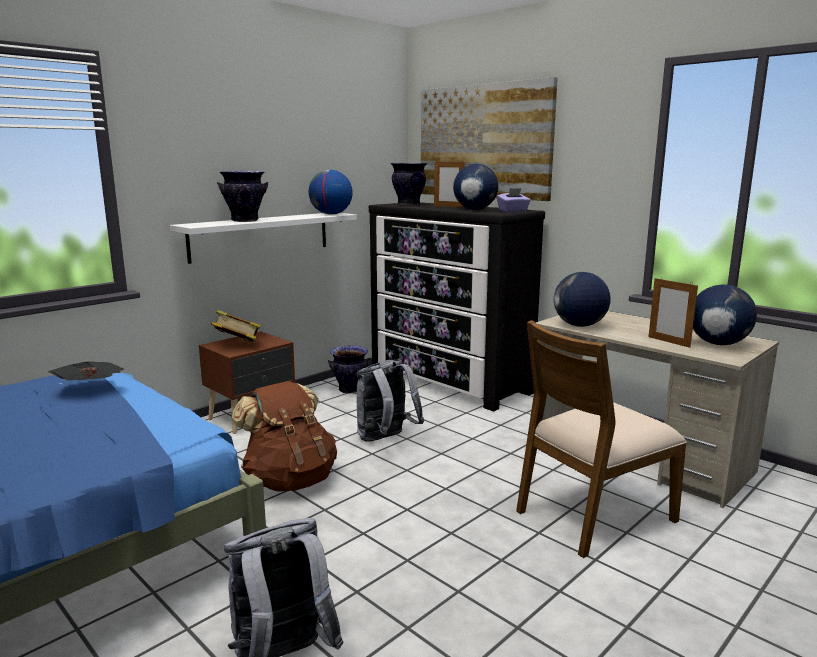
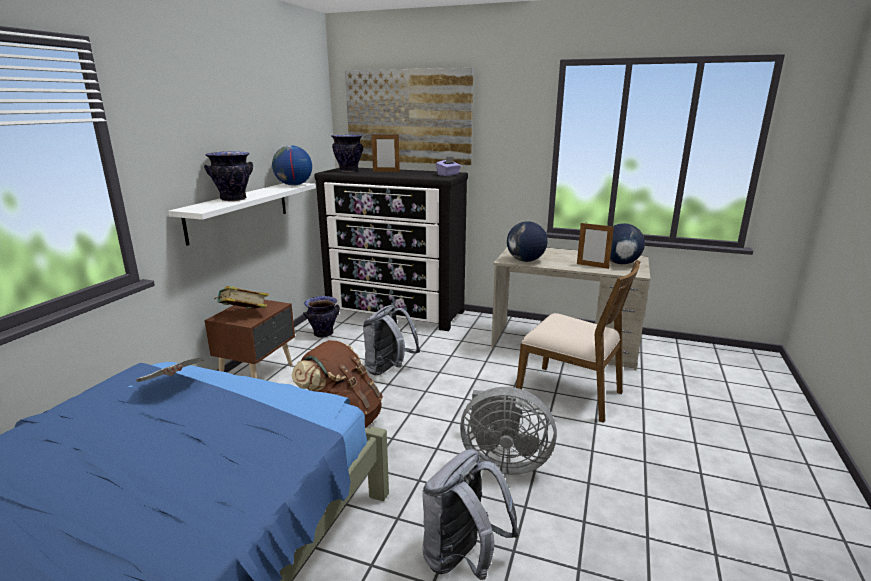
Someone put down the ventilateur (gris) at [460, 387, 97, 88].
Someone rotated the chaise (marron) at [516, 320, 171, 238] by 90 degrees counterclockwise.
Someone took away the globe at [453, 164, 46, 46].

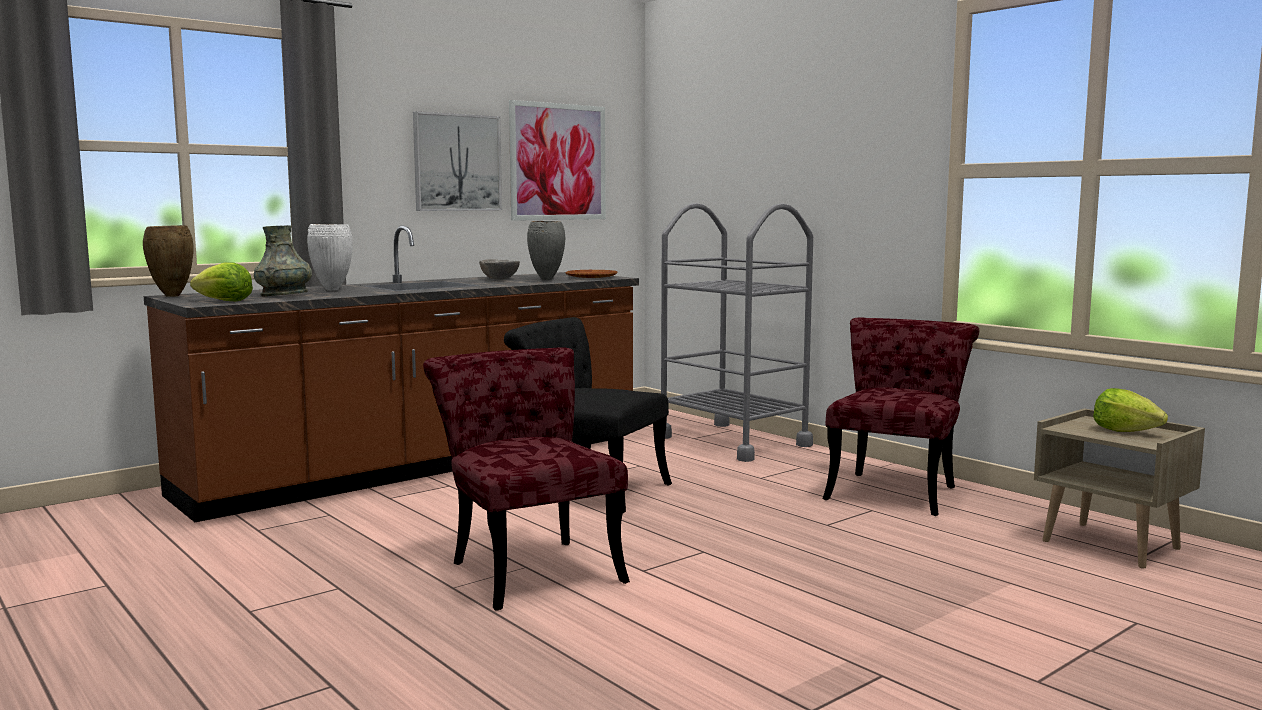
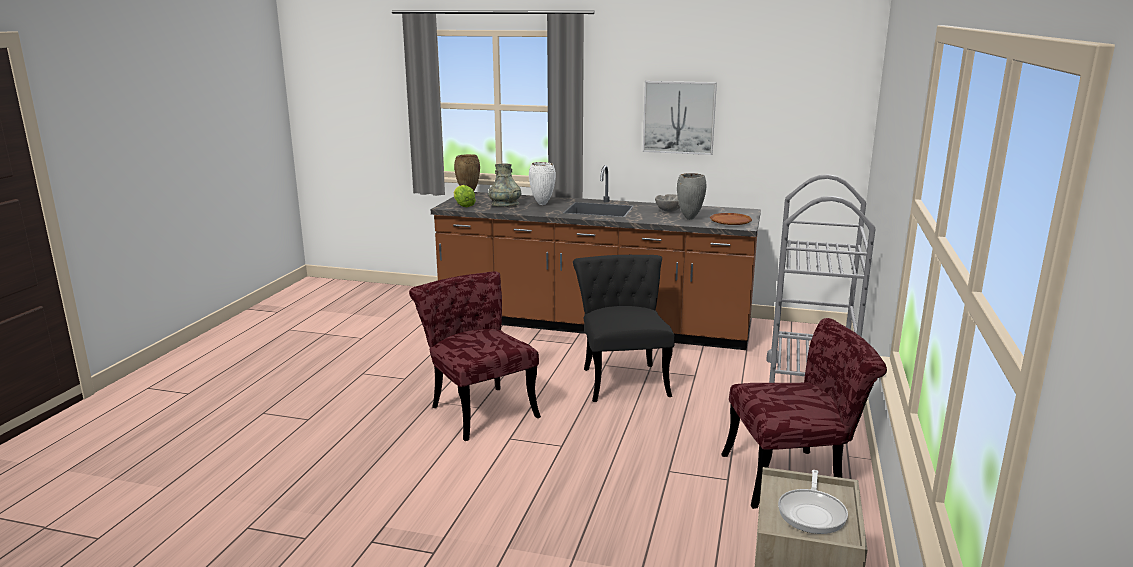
Someone rotated the chaise (rouge) at [423, 348, 207, 263] by 60 degrees counterclockwise.
Someone swapped the laitue at [1093, 388, 75, 44] for the poêle at [778, 470, 70, 64].
Someone took away the tableau at [509, 100, 96, 121].

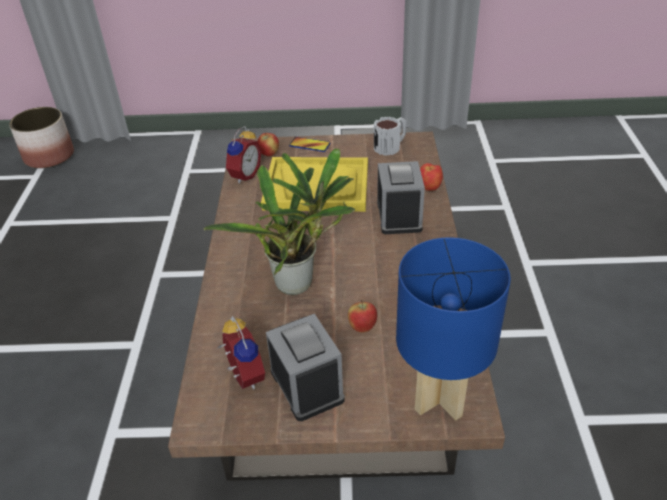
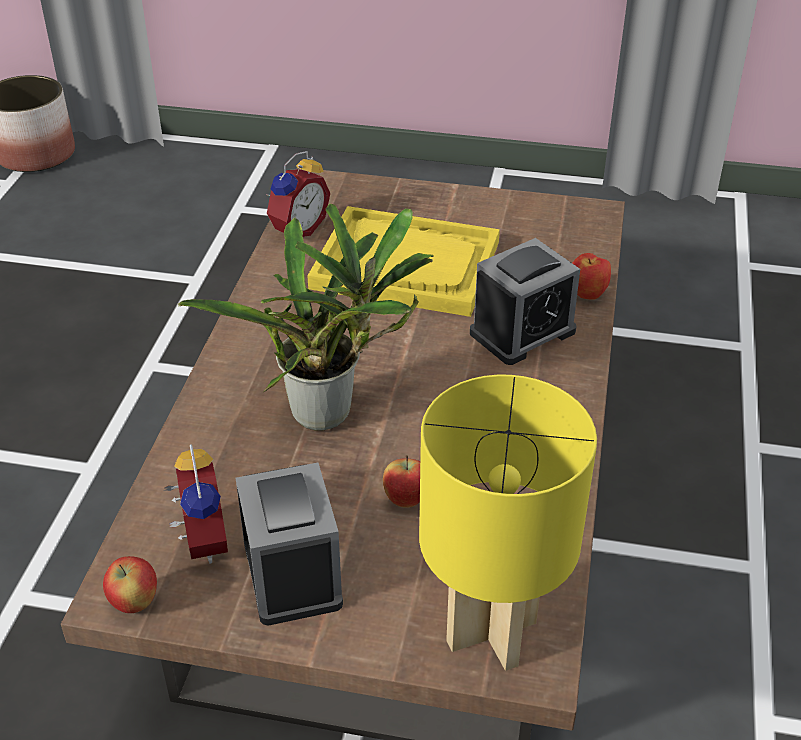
Someone carried the pomme from [257, 133, 22, 23] to [103, 556, 54, 57].
Someone repainted the lampe de table (bleu) at [396, 237, 115, 183], which became the lampe de table (jaune) at [419, 375, 178, 296].
Someone rotated the réveil at [377, 161, 48, 73] by 45 degrees clockwise.
Someone took away the téléphone at [289, 137, 41, 15].
Someone took away the mug at [374, 117, 32, 39].

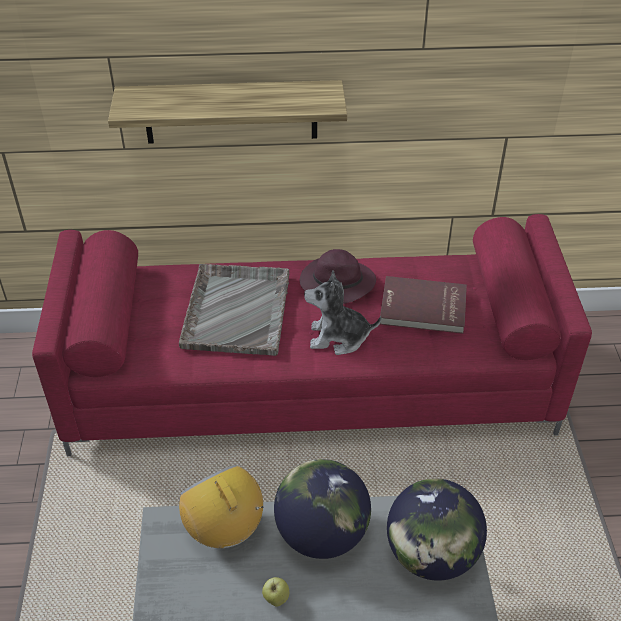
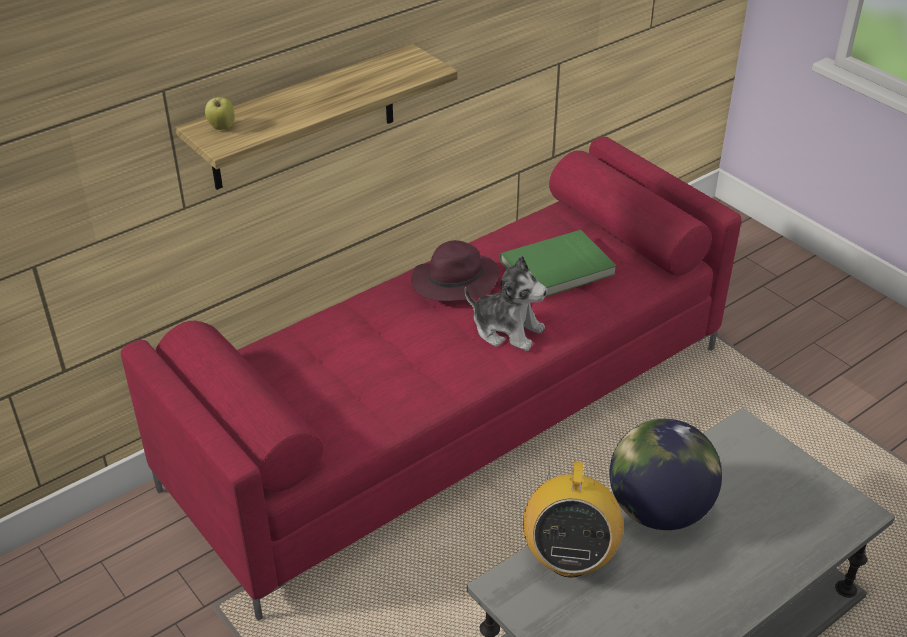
Someone carried the pomme from [262, 577, 27, 30] to [205, 97, 30, 33].
Someone rotated the peluche at [304, 270, 77, 85] by 120 degrees counterclockwise.
Someone repainted the livre (rouge) at [380, 276, 87, 58], which became the livre (vert) at [500, 230, 116, 67].
Someone rotated the radio at [179, 464, 84, 84] by 105 degrees counterclockwise.
Someone took away the plateau (gris) at [179, 264, 110, 92].
Someone took away the globe at [387, 478, 100, 103].

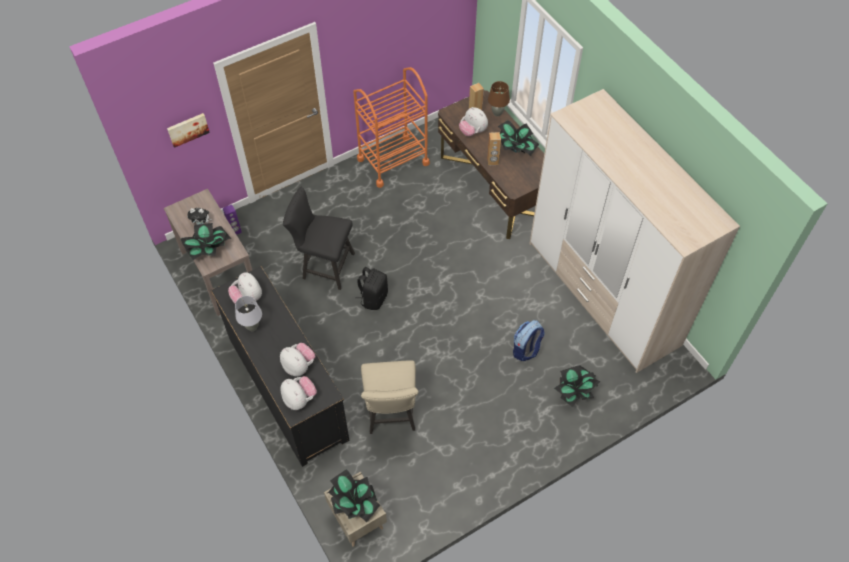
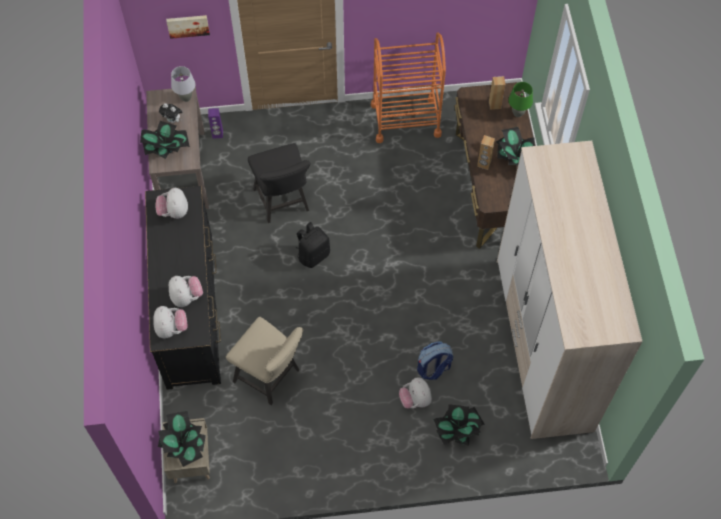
Someone carried the lampe de table (gris) from [235, 296, 27, 35] to [171, 66, 25, 36].
Someone rotated the chaise (beige) at [361, 360, 57, 74] by 75 degrees counterclockwise.
Someone rotated the chaise (noir) at [283, 187, 72, 103] by 150 degrees counterclockwise.
Someone carried the peluche from [459, 107, 29, 29] to [399, 377, 33, 31].
Someone repainted the lampe de table (marron) at [488, 81, 22, 35], which became the lampe de table (vert) at [508, 82, 25, 35].

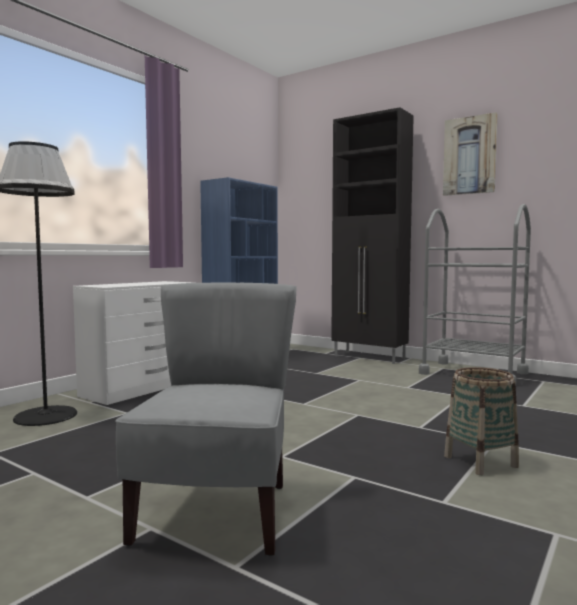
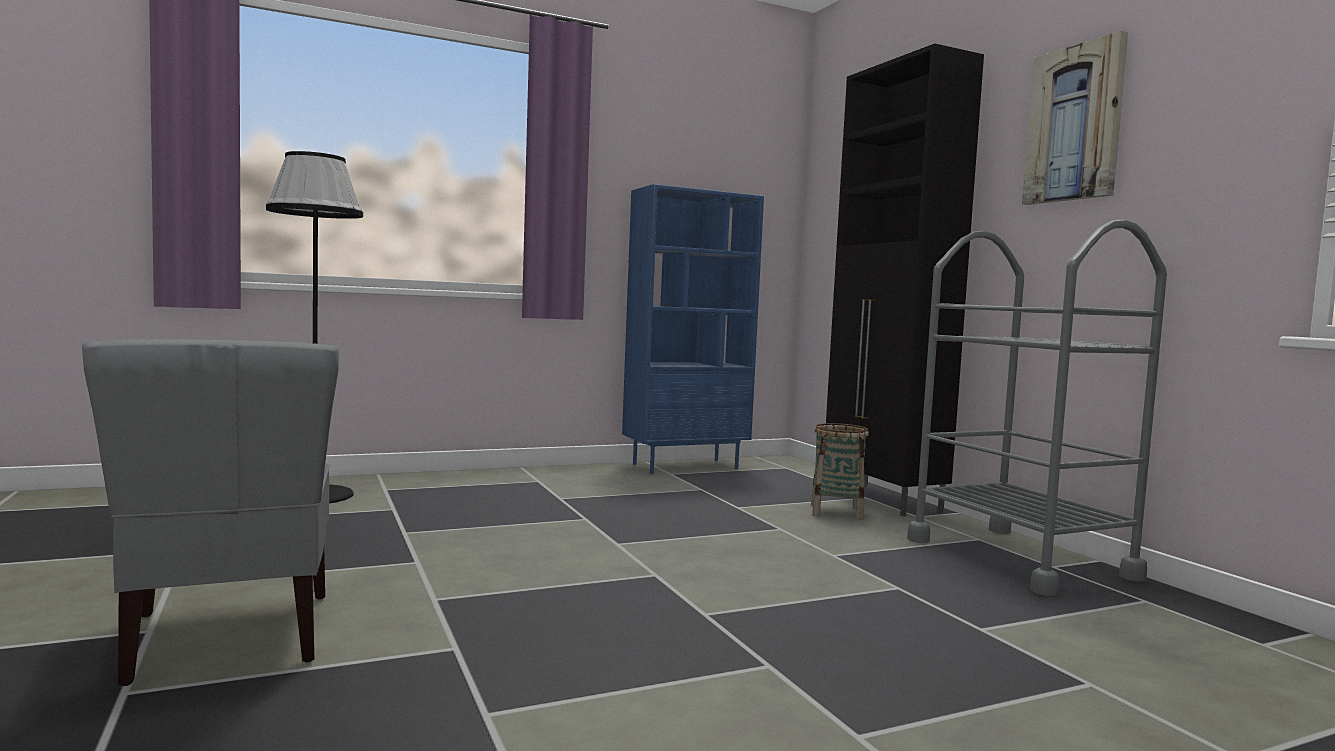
Someone rotated the chaise (gris) at [115, 282, 182, 274] by 120 degrees clockwise.
Someone carried the panier from [444, 367, 75, 108] to [811, 423, 58, 97].
Someone took away the commode (blanc) at [73, 281, 122, 124].

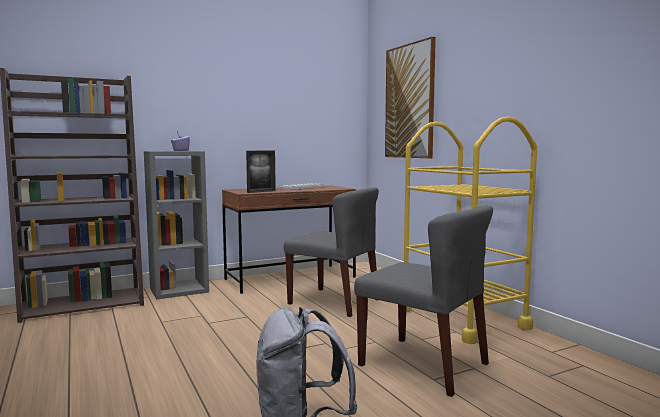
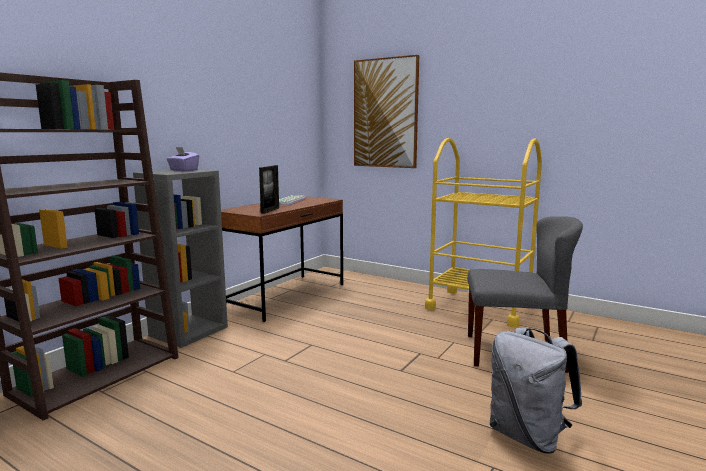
Someone took away the chaise (gris) at [284, 187, 95, 130].

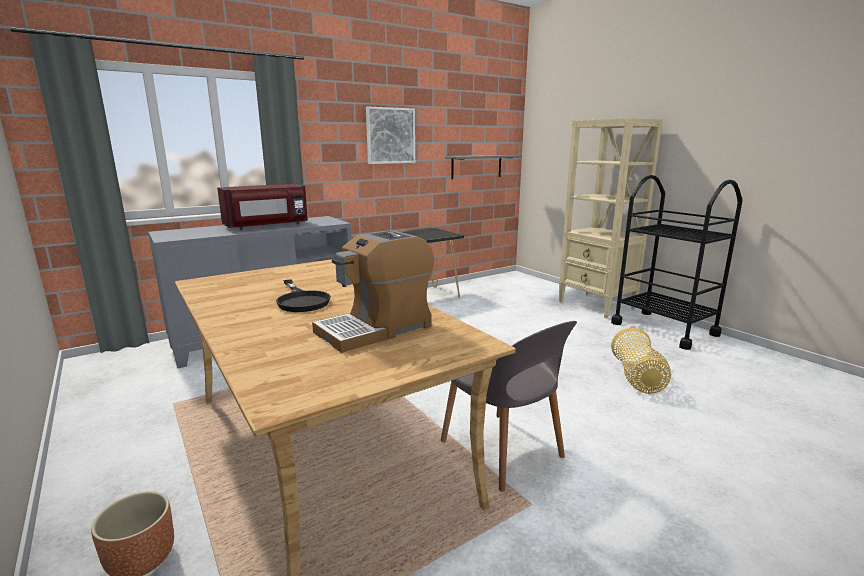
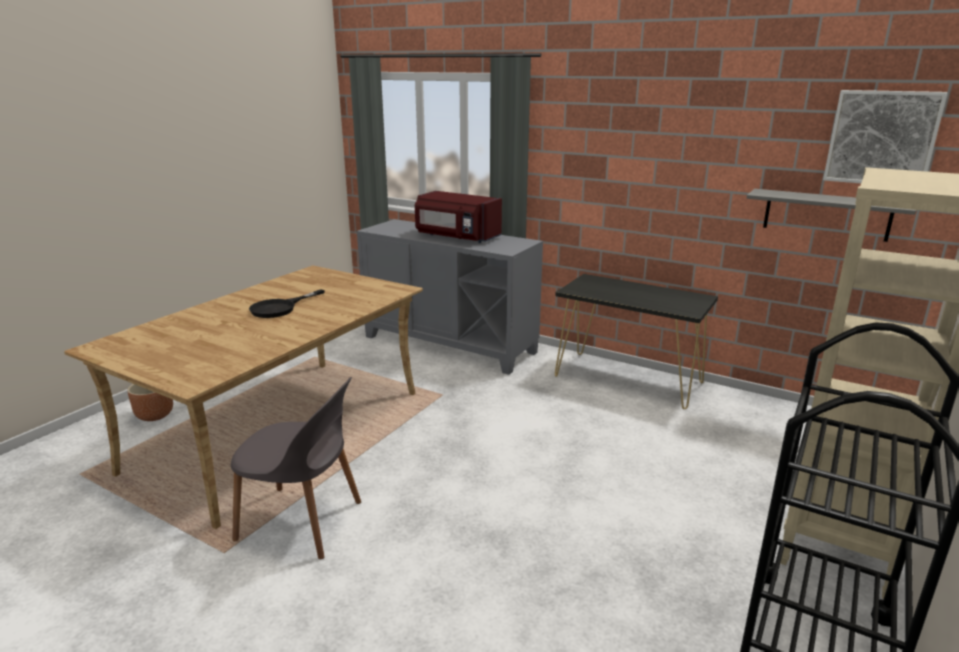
Someone rotated the chaise (gris) at [441, 321, 136, 171] by 105 degrees counterclockwise.
Someone carried the tableau from [366, 107, 49, 57] to [823, 90, 125, 93].
Someone took away the machine à café at [312, 230, 122, 123].
Someone took away the panier at [611, 328, 60, 66].

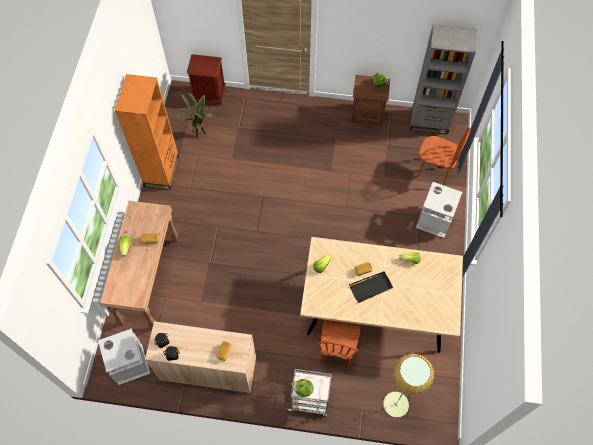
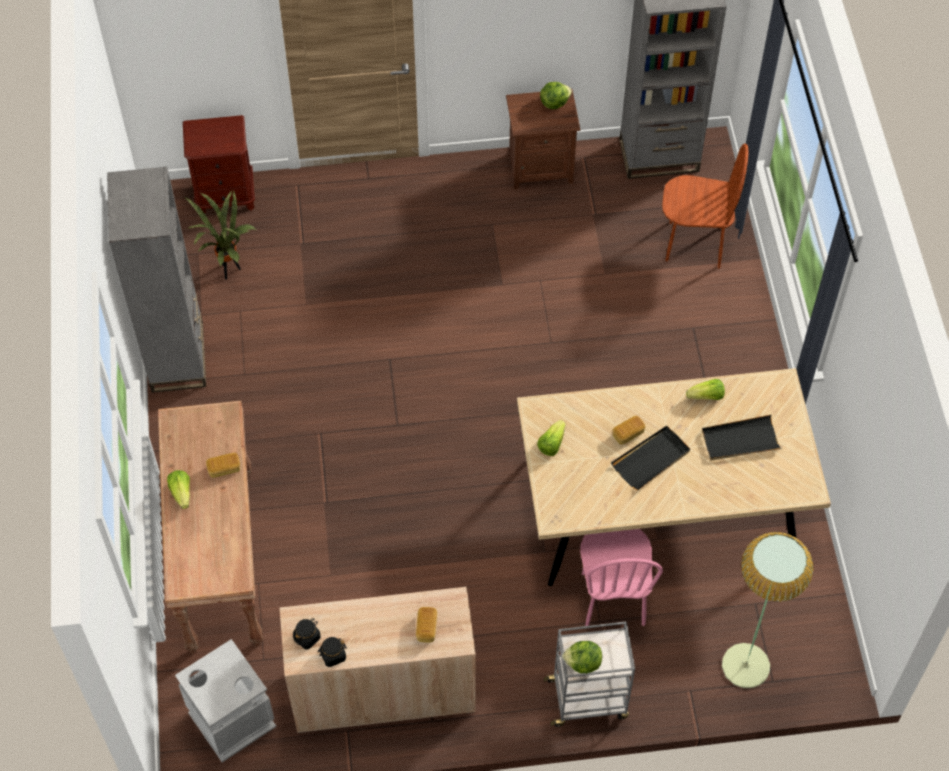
Someone repainted the bibliothèque (orange) at [115, 74, 64, 116], which became the bibliothèque (gris) at [107, 167, 99, 226].
Someone repainted the chaise (marron) at [318, 320, 42, 49], which became the chaise (rose) at [580, 529, 83, 97].
Someone put down the plateau (noir) at [702, 415, 80, 46].
Someone took away the poubelle (gris) at [416, 182, 46, 56].

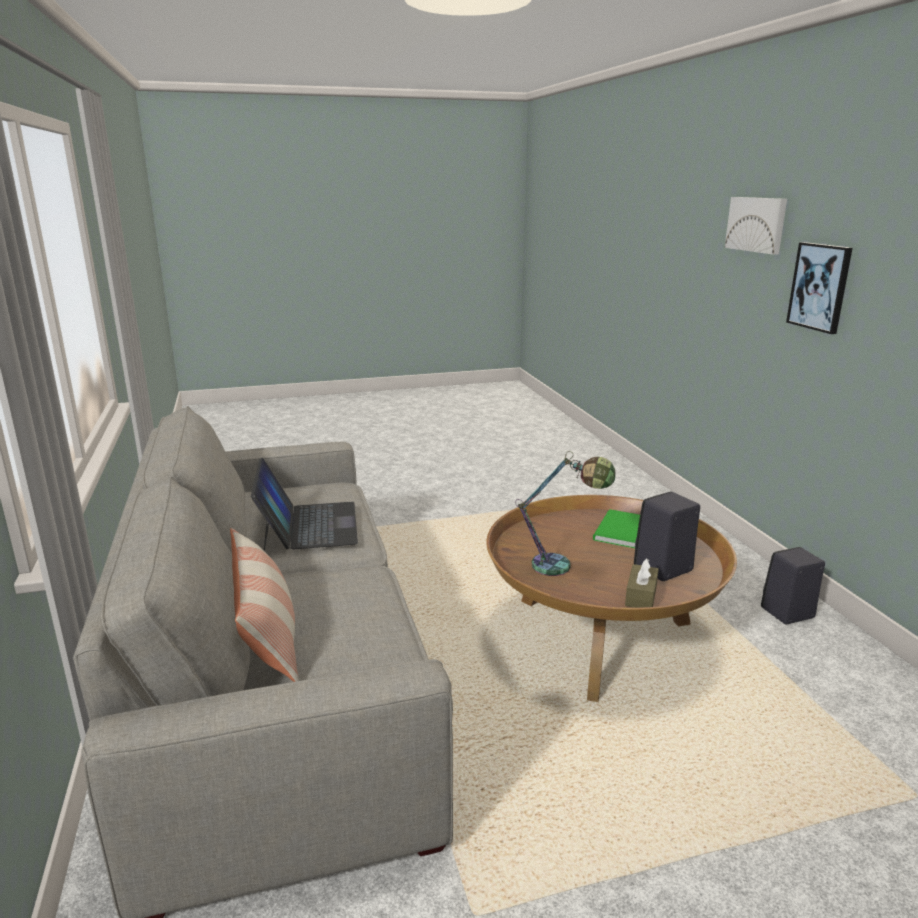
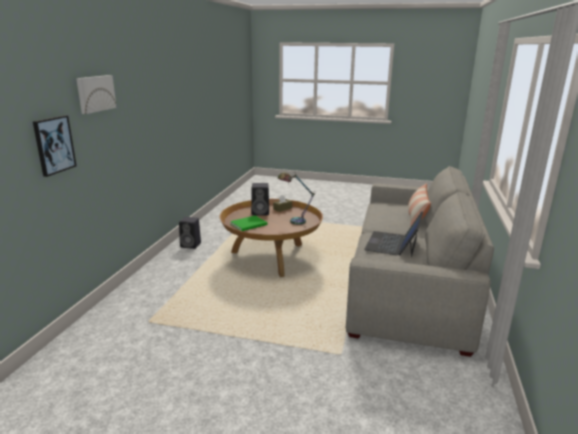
Someone carried the tableau from [786, 242, 67, 92] to [33, 115, 44, 62].

